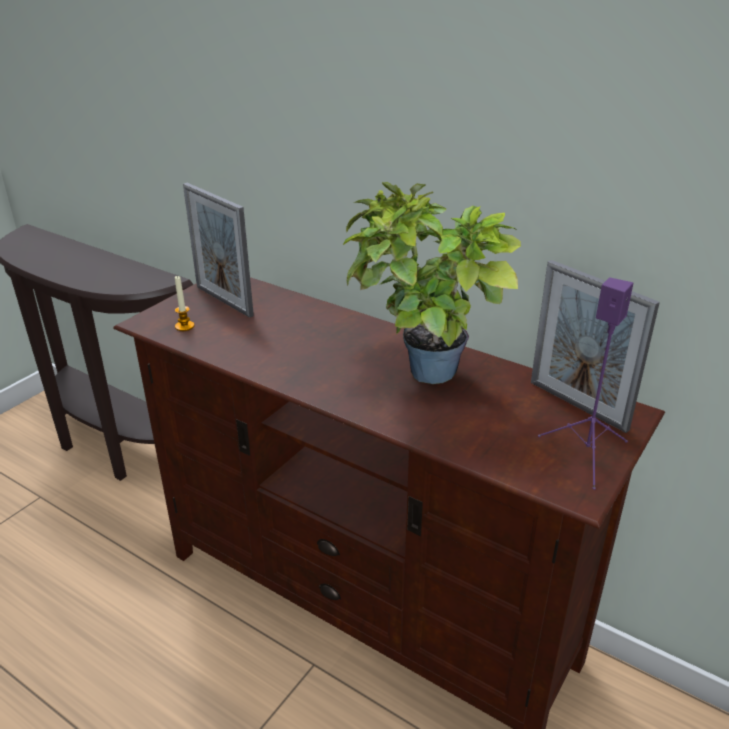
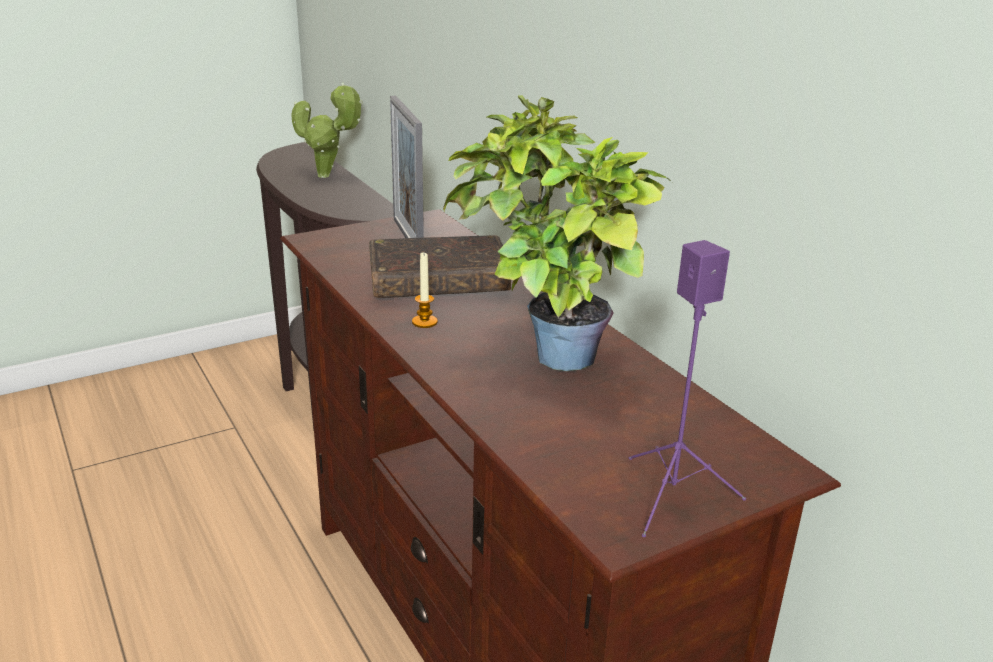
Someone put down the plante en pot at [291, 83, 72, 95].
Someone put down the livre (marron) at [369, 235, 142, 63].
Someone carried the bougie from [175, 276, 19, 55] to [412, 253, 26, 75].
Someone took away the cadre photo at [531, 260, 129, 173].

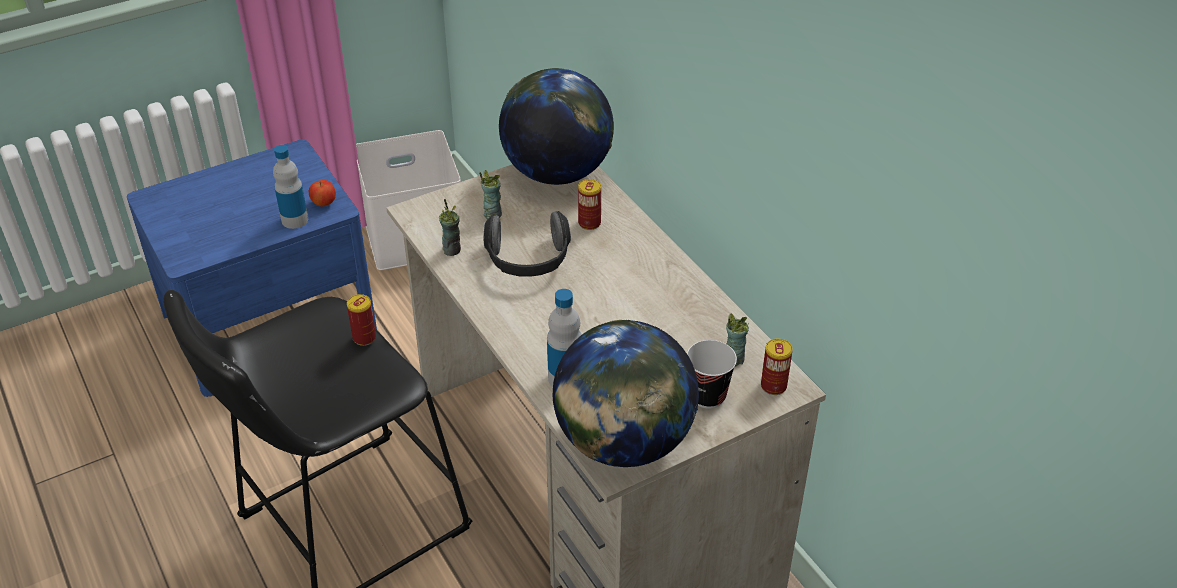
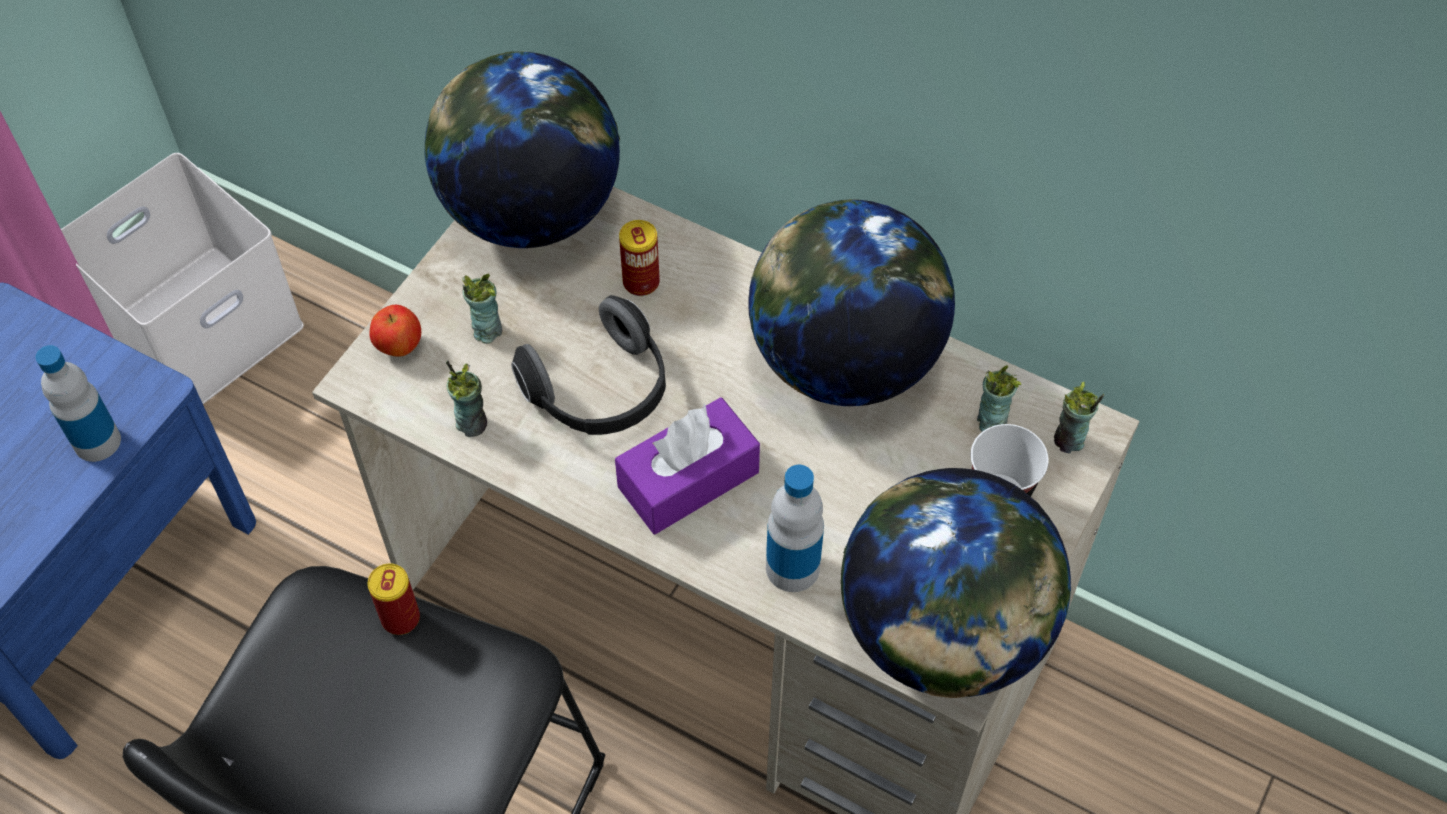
Someone carried the pomme from [309, 180, 27, 27] to [370, 305, 51, 52].
Someone put down the boîte à mouchoirs (violet) at [615, 397, 145, 138].
Someone put down the globe at [748, 199, 207, 207].
Someone swapped the boîte métallique at [761, 339, 32, 56] for the tasse at [1054, 382, 50, 71].

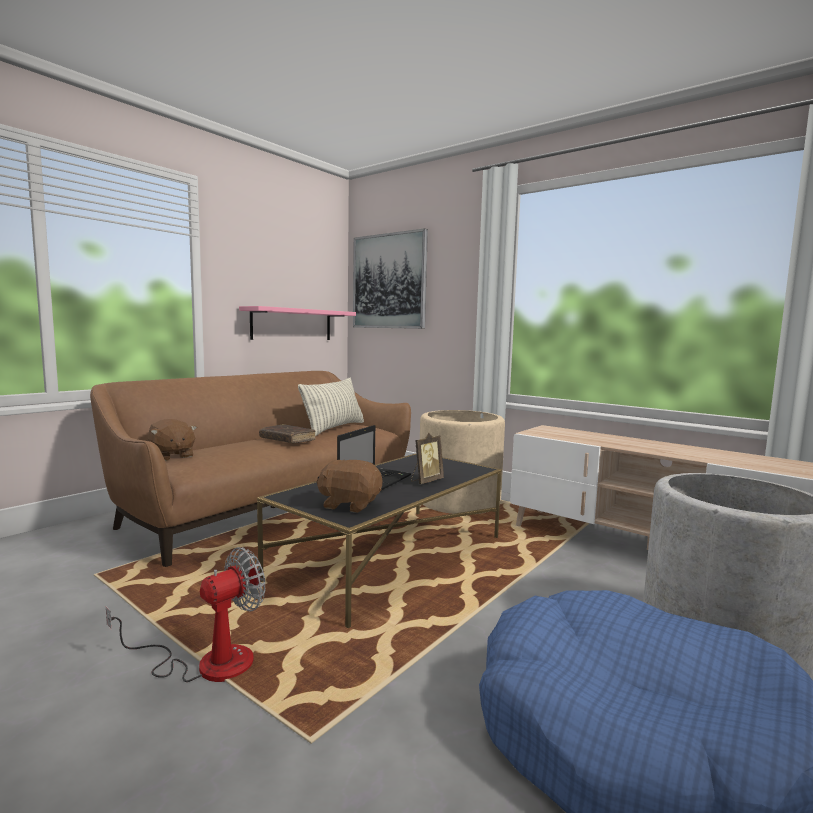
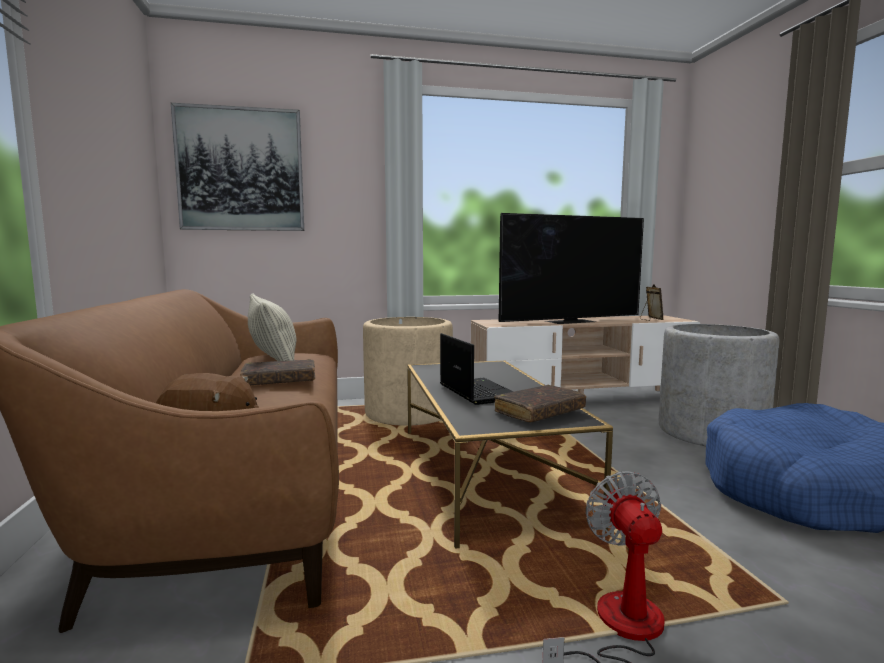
Someone swapped the peluche (marron) at [316, 460, 66, 53] for the livre (marron) at [494, 385, 92, 37].
Someone put down the téléviseur at [499, 213, 145, 111].
Someone carried the cadre photo from [411, 433, 33, 51] to [640, 284, 24, 37].
Someone took away the étagère (rose) at [239, 306, 117, 34].

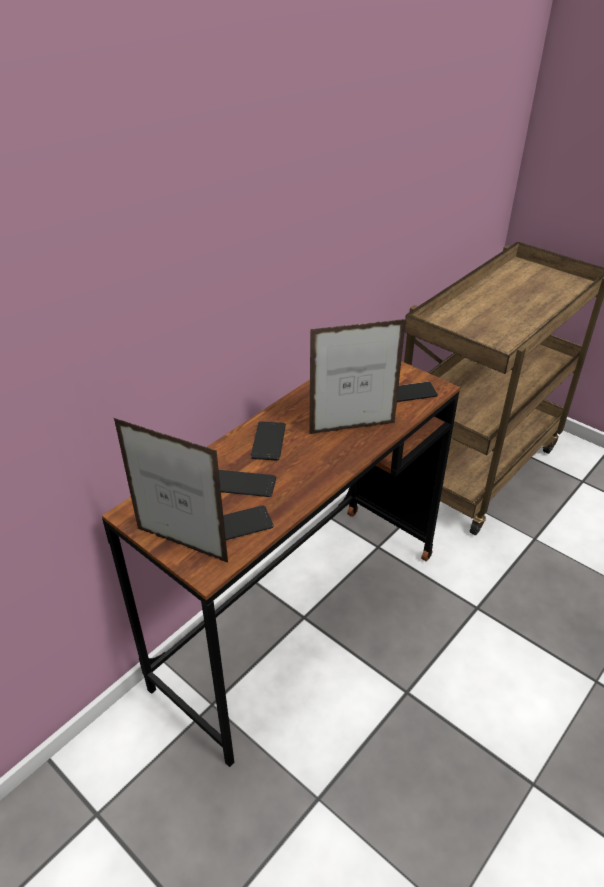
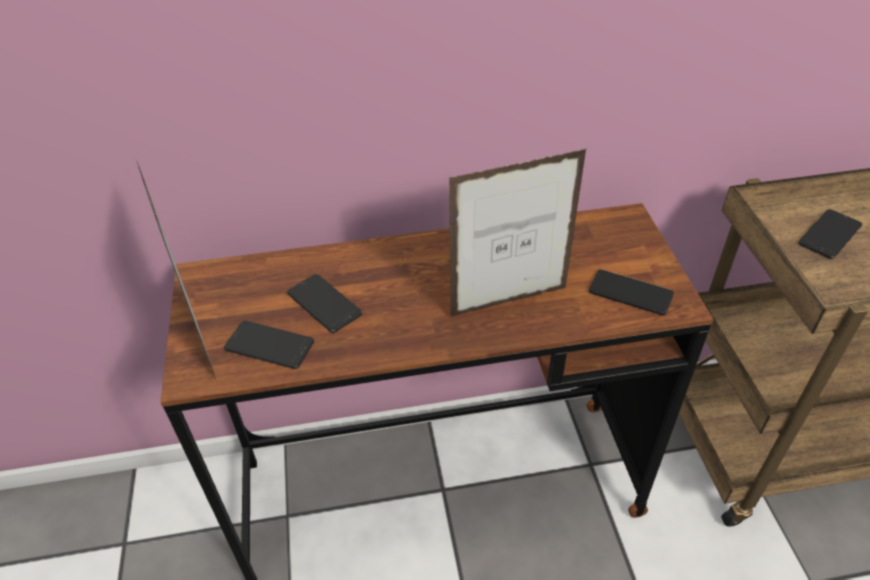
Someone rotated the cadre photo at [309, 319, 97, 115] by 45 degrees counterclockwise.
Someone carried the téléphone from [251, 421, 35, 39] to [798, 209, 64, 50].

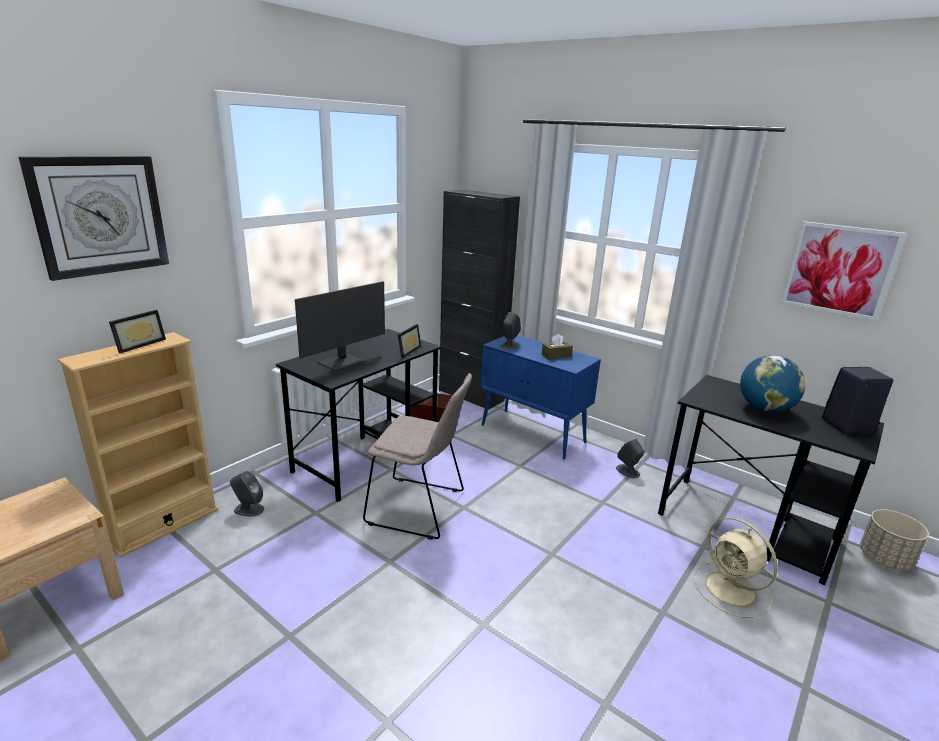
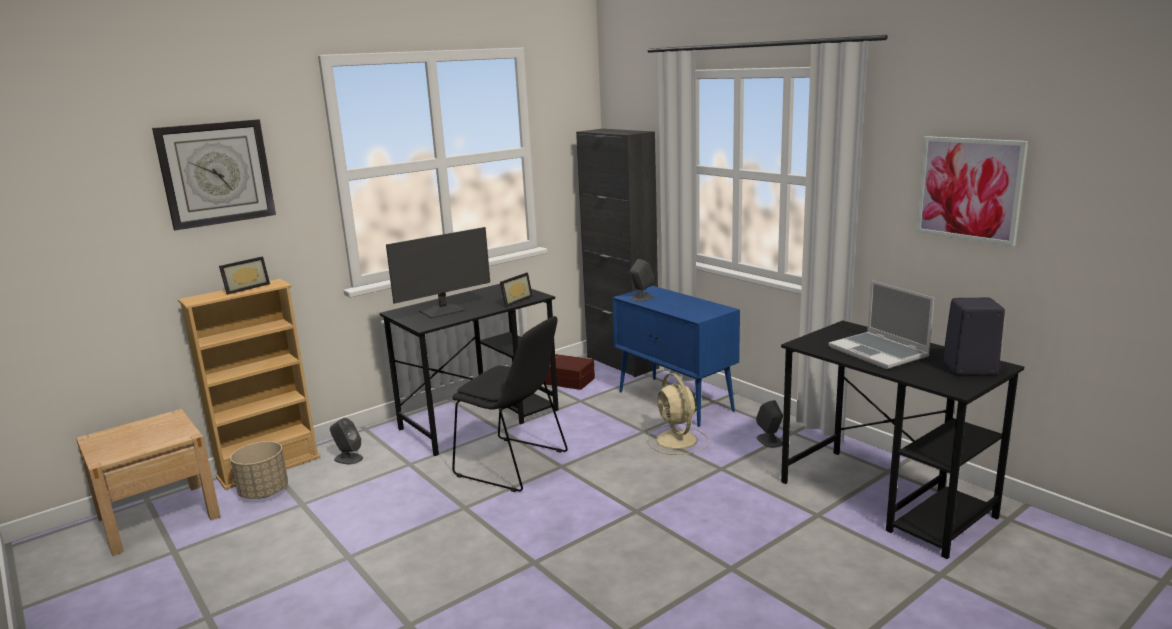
Someone carried the cache-pot (beige) from [860, 510, 69, 61] to [230, 441, 58, 58].
Someone repainted the chaise (beige) at [363, 373, 109, 167], which became the chaise (noir) at [452, 316, 116, 176].
Someone carried the ventilateur (beige) from [693, 517, 85, 101] to [646, 373, 64, 82].
Someone swapped the globe at [740, 355, 66, 58] for the ordinateur portable at [828, 280, 106, 89].
Someone took away the boîte à mouchoirs (marron) at [542, 334, 31, 26].

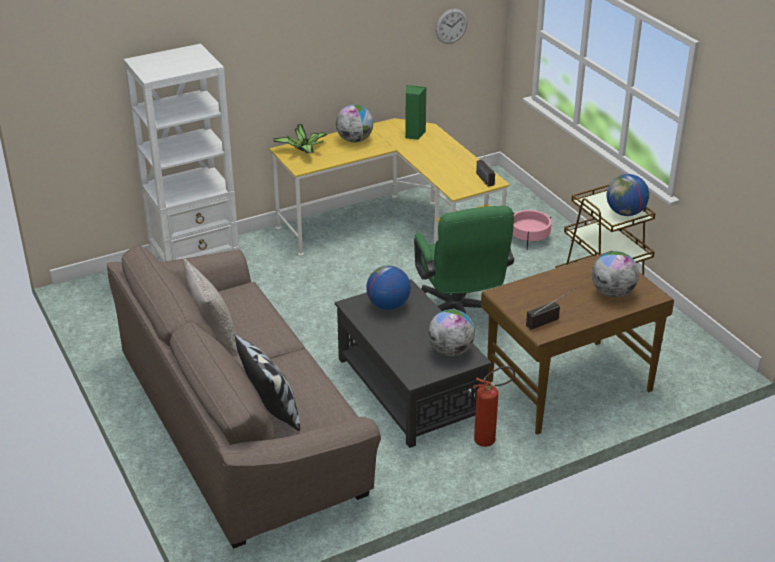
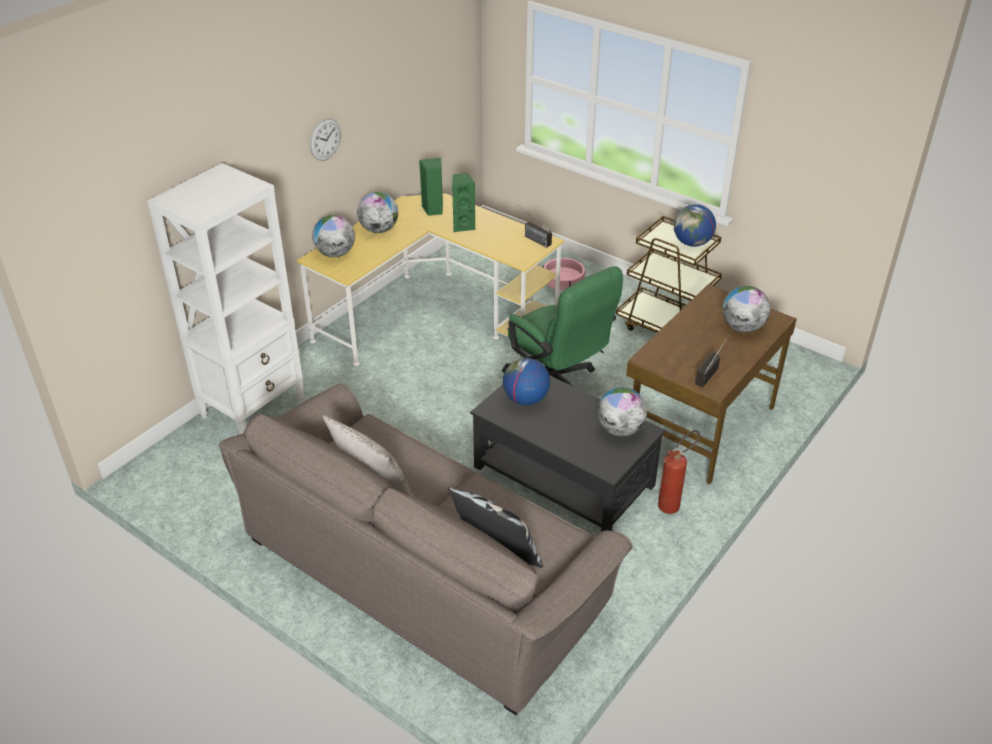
Someone carried the horloge murale from [436, 9, 31, 35] to [310, 119, 31, 42].
Someone swapped the plante en pot at [273, 124, 54, 29] for the globe at [312, 215, 43, 42].
Someone put down the enceinte (vert) at [452, 173, 24, 59].

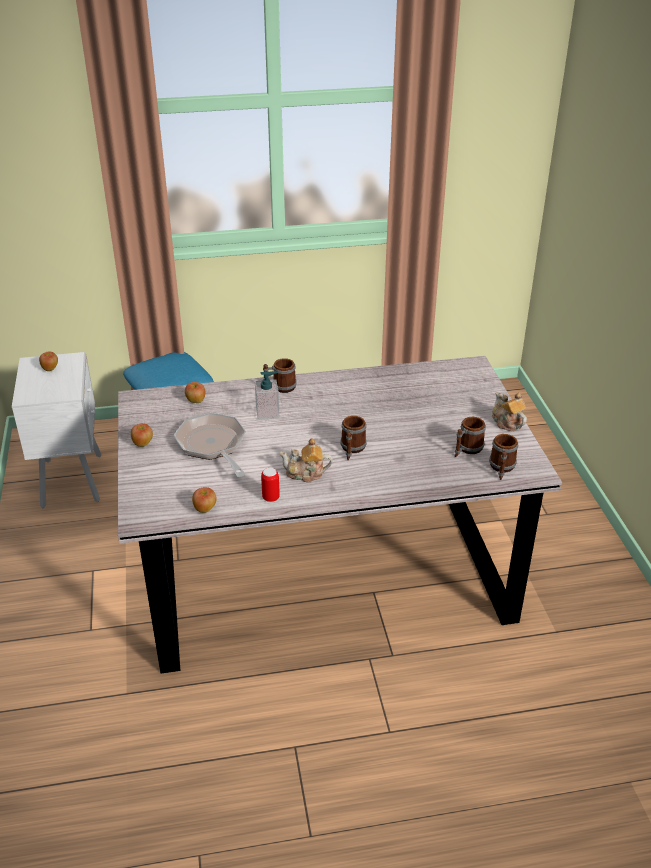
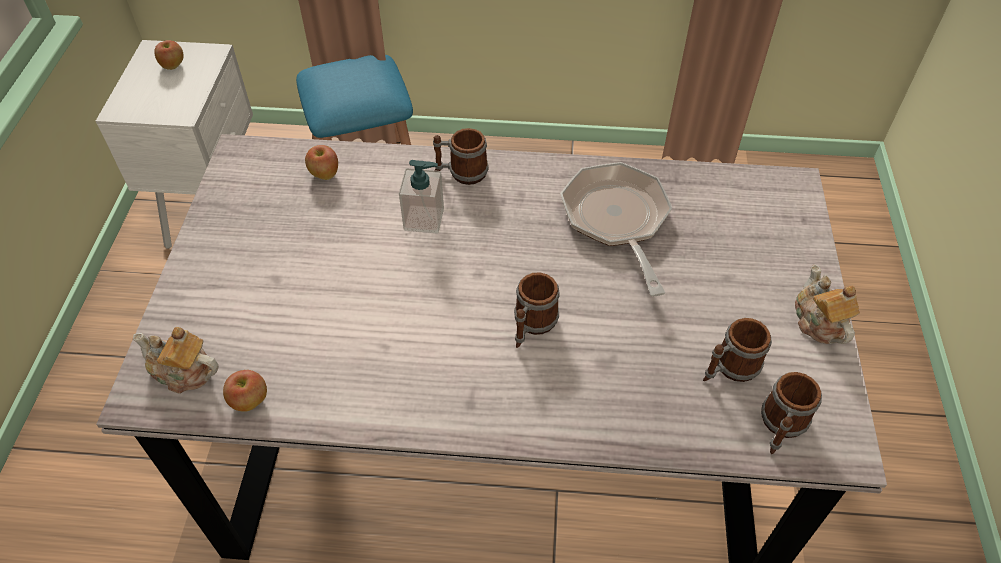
Someone carried the théière from [280, 438, 53, 44] to [133, 327, 85, 67].
Someone carried the poêle from [174, 413, 72, 64] to [560, 162, 112, 134].
Someone took away the pomme at [131, 423, 22, 24].
Someone took away the boîte métallique at [261, 468, 19, 34].

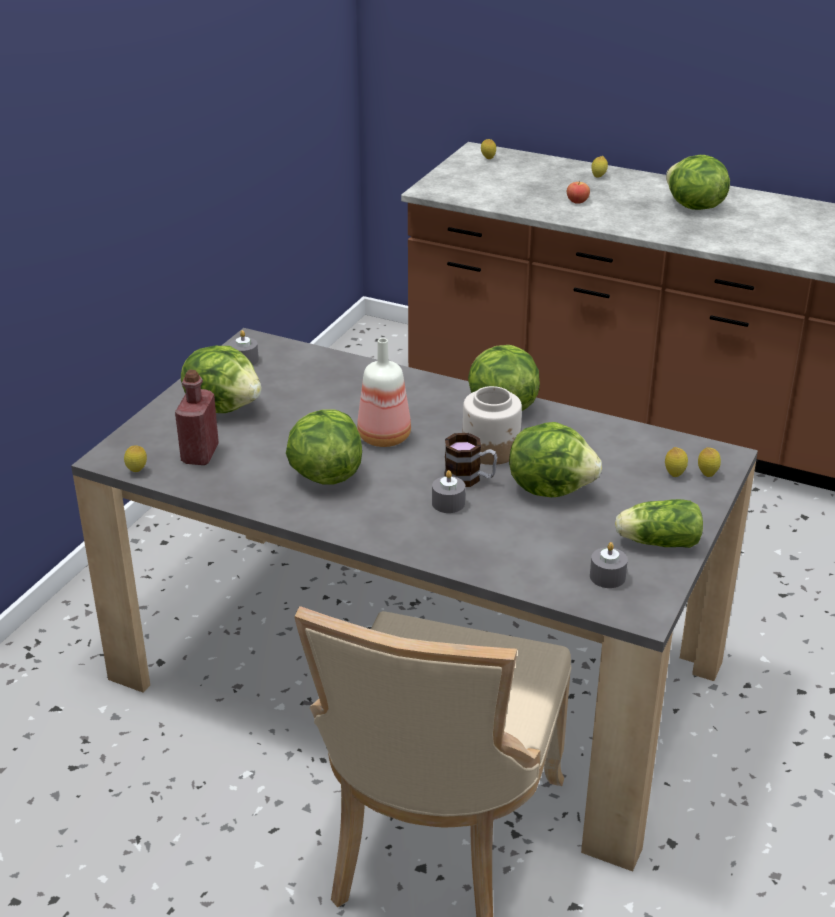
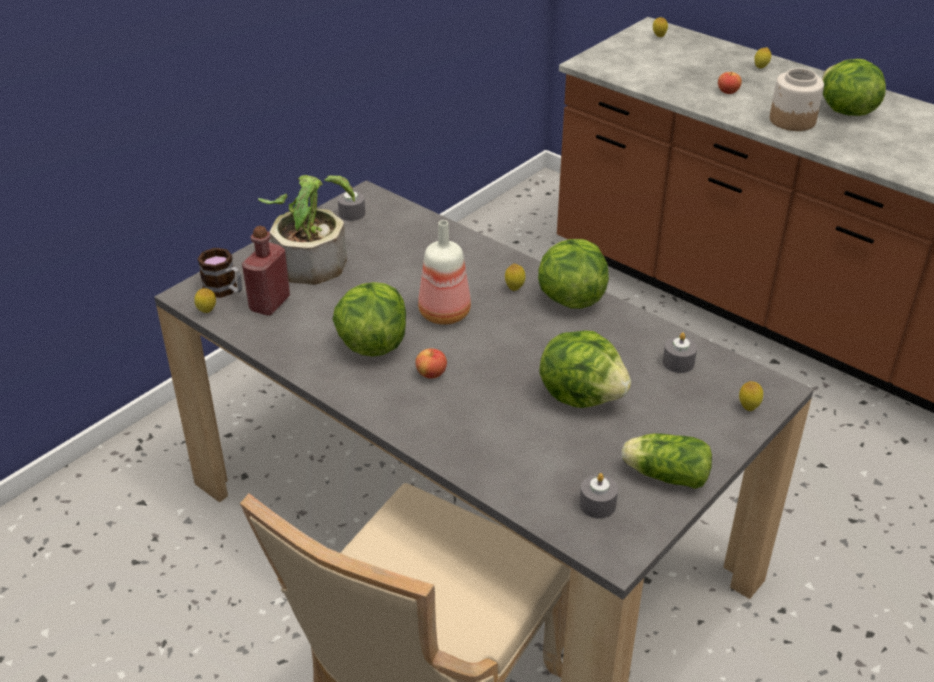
Someone carried the mug from [444, 433, 53, 54] to [198, 248, 44, 50].
Someone swapped the laitue at [181, 346, 81, 67] for the plante en pot at [258, 175, 97, 110].
Someone put down the pomme at [415, 348, 32, 31].
Someone carried the citron from [665, 447, 23, 30] to [505, 263, 20, 28].
Someone carried the bougie (gris) from [432, 470, 33, 43] to [663, 332, 34, 41].
Someone carried the bocal from [463, 386, 59, 79] to [770, 68, 54, 63].

